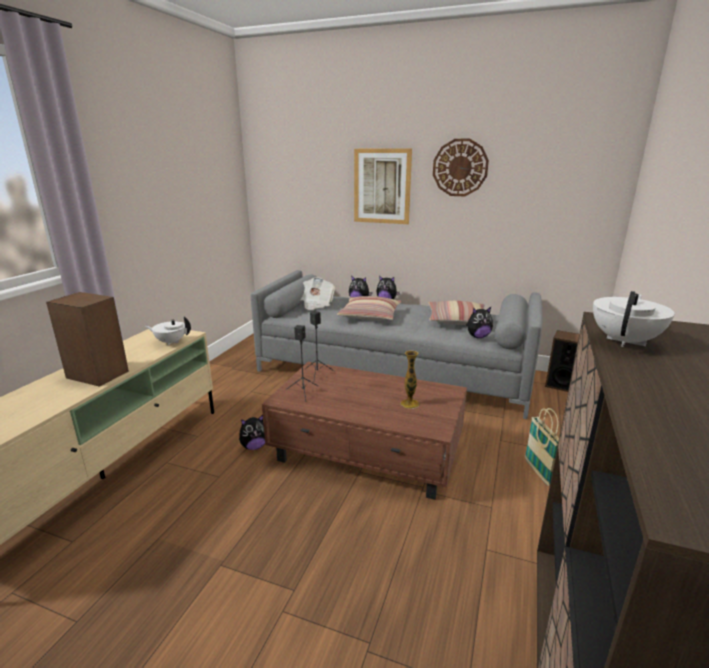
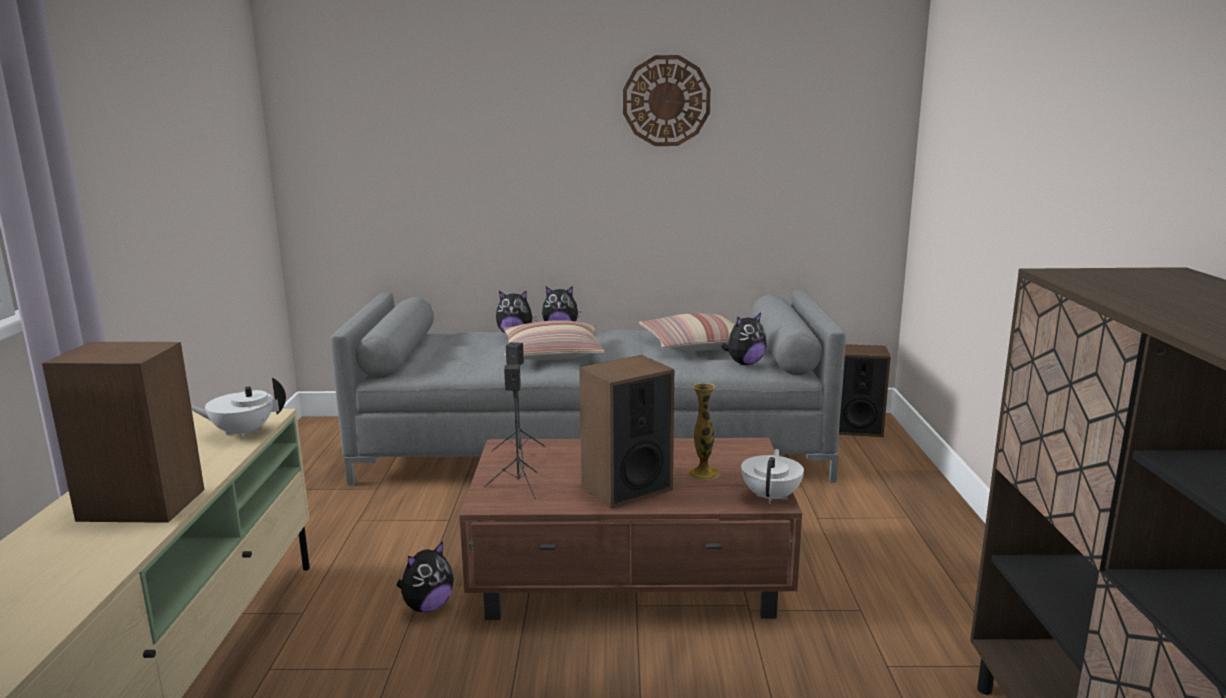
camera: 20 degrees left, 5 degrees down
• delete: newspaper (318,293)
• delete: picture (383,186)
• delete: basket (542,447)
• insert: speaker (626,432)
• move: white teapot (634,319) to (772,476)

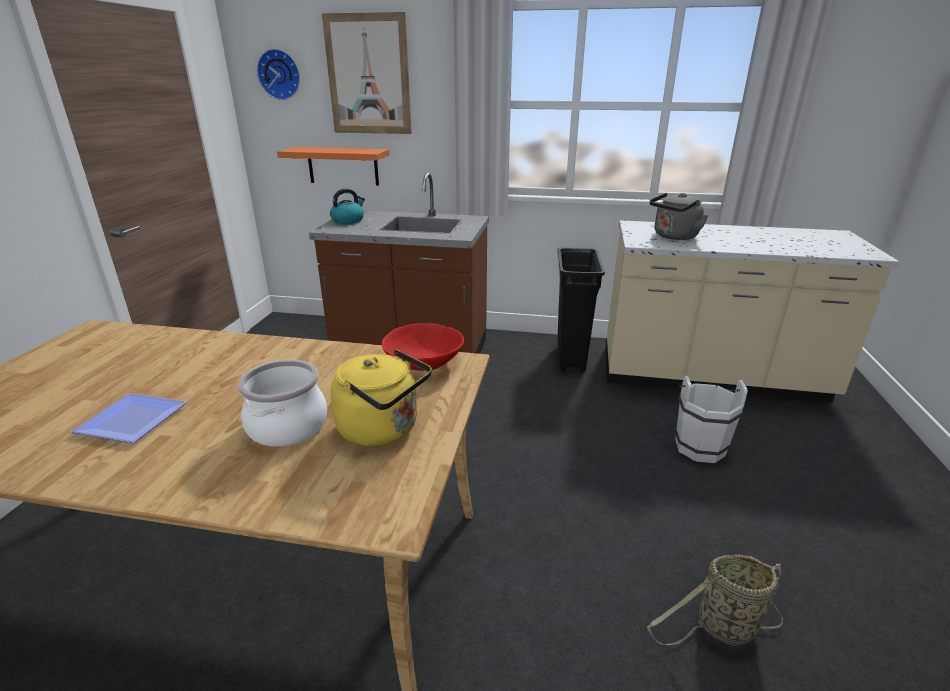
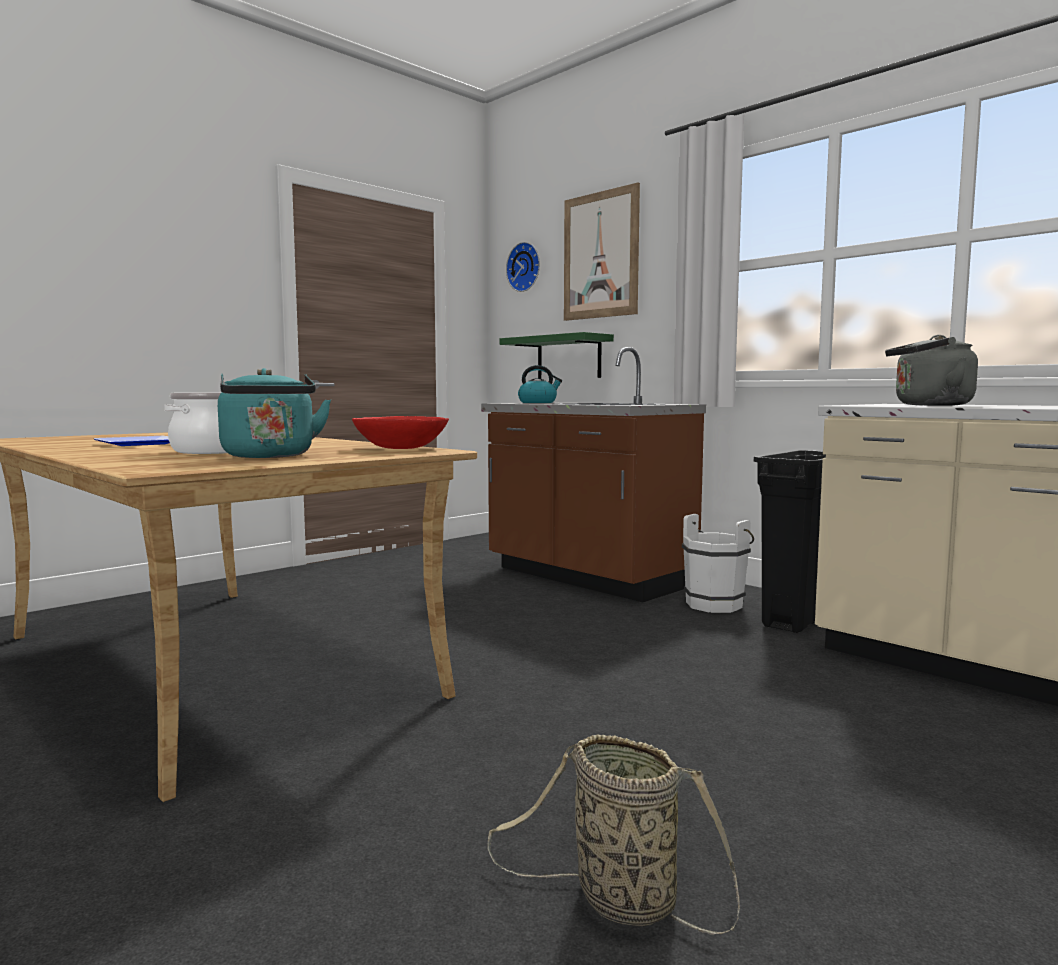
camera: 35 degrees right, 20 degrees down
• move: white bucket (711,419) to (718,563)
• recolor: orange shelf (333,166) to green shelf (557,355)
• recolor: yellow kettle (381,398) to turquoise kettle (274,413)

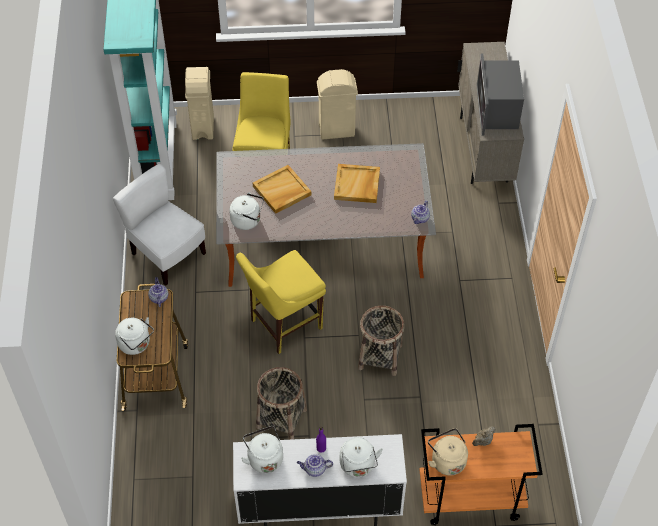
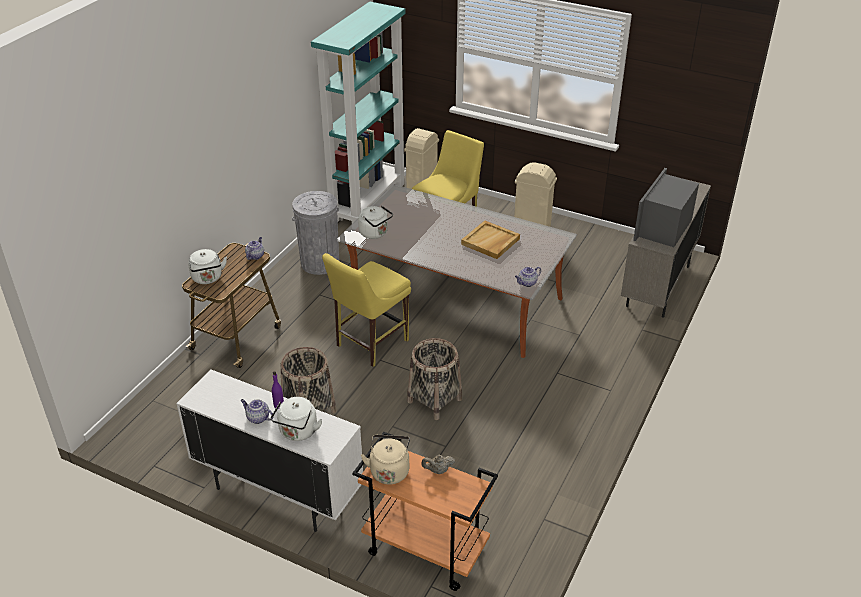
camera: 30 degrees right, 15 degrees down
• delete: white kettle (262,449)
• delete: beige tray (282,189)
• replace: white chair (159,225) to grey trash can (315,233)
• rotate: yellow chair (281,302) = (366,310) 45 degrees counterclockwise

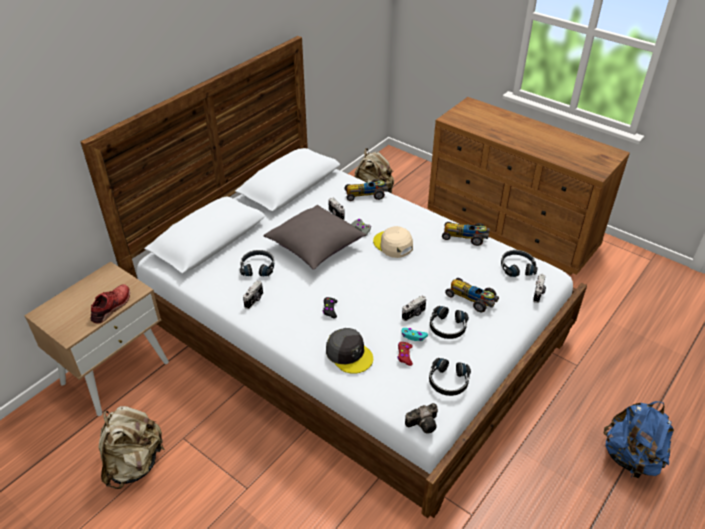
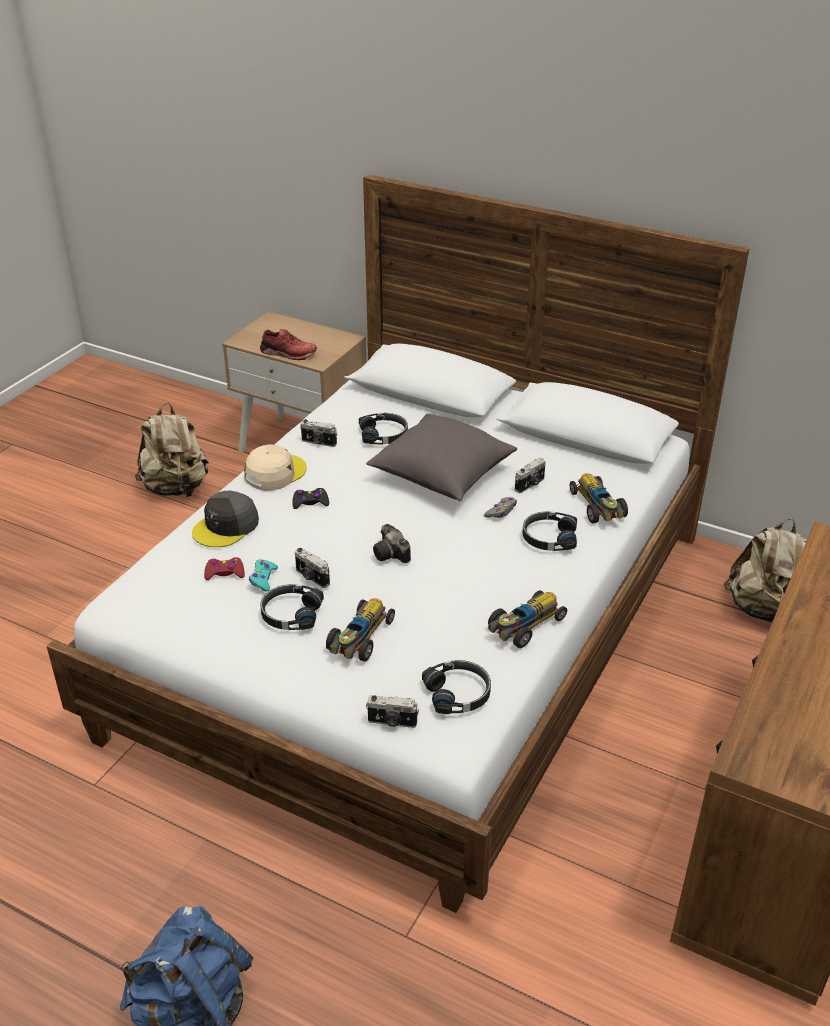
camera: 80 degrees right, 5 degrees down
• move: beige cap (393,242) to (275,467)
• move: photo camera (421,418) to (392,543)
• move: black headphones (450,377) to (549,531)
• rotate: toy car (466,234) = (527,619) 45 degrees clockwise

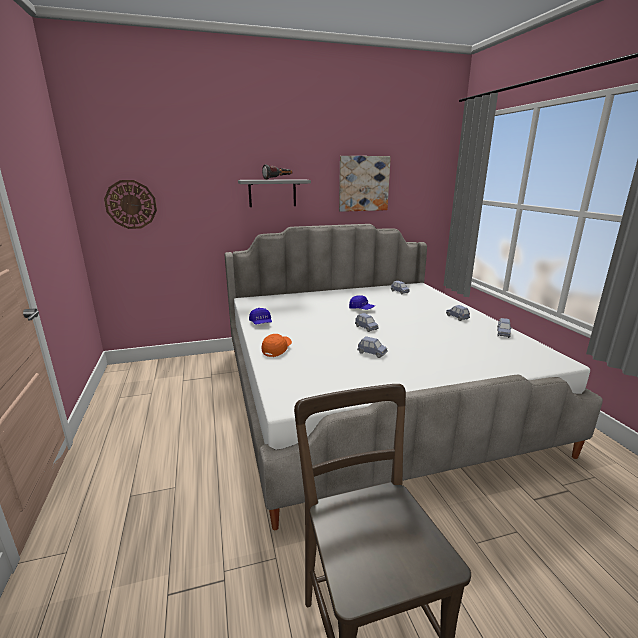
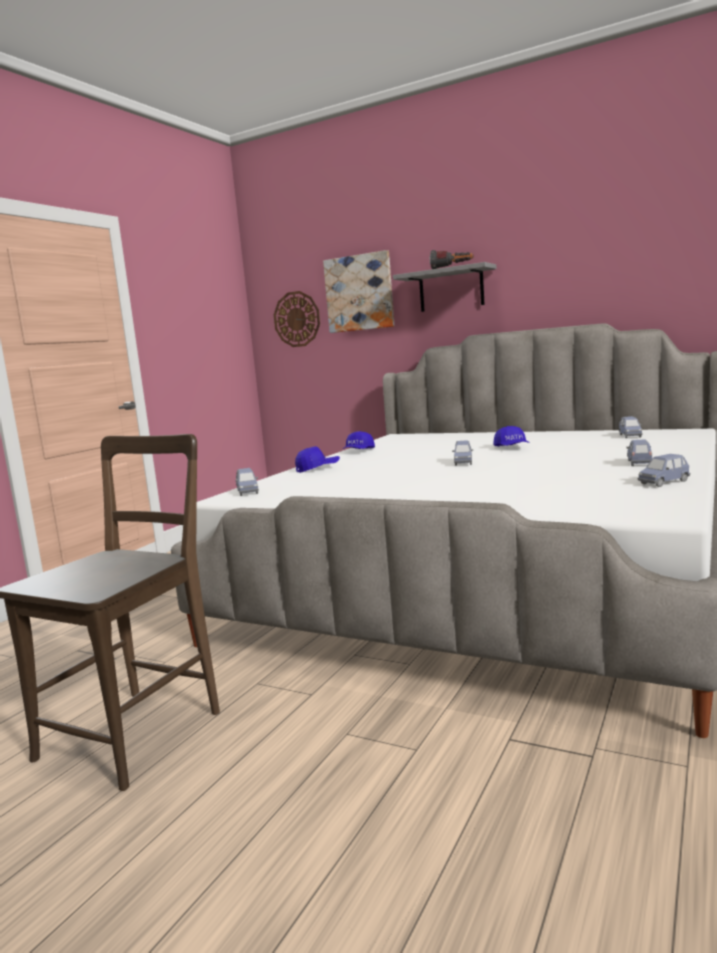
camera: 45 degrees right, 10 degrees down
• move: picture (365,184) to (359,291)
• move: blue toy car (372,347) to (247,482)
• recolor: orange cap (277,345) to blue cap (317,459)

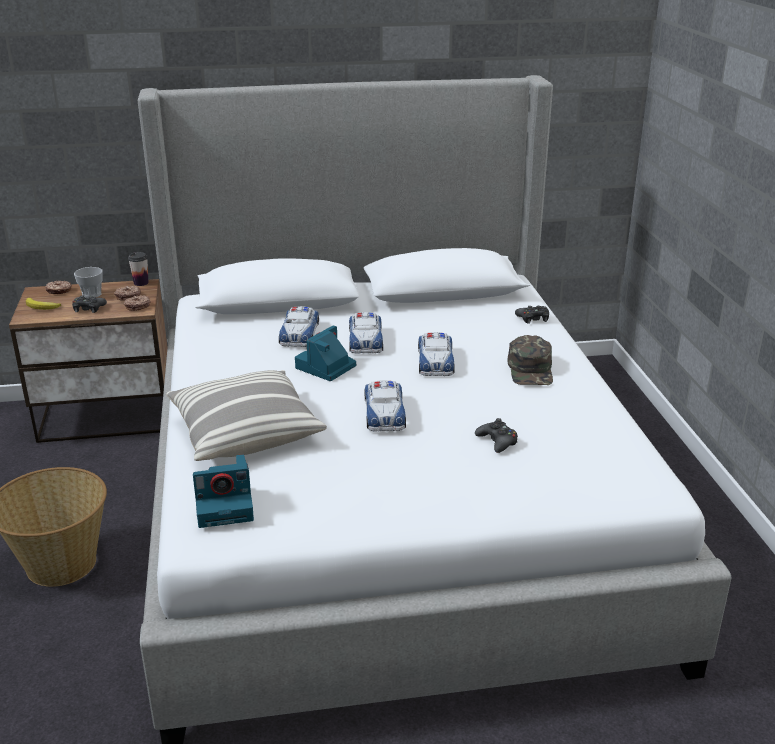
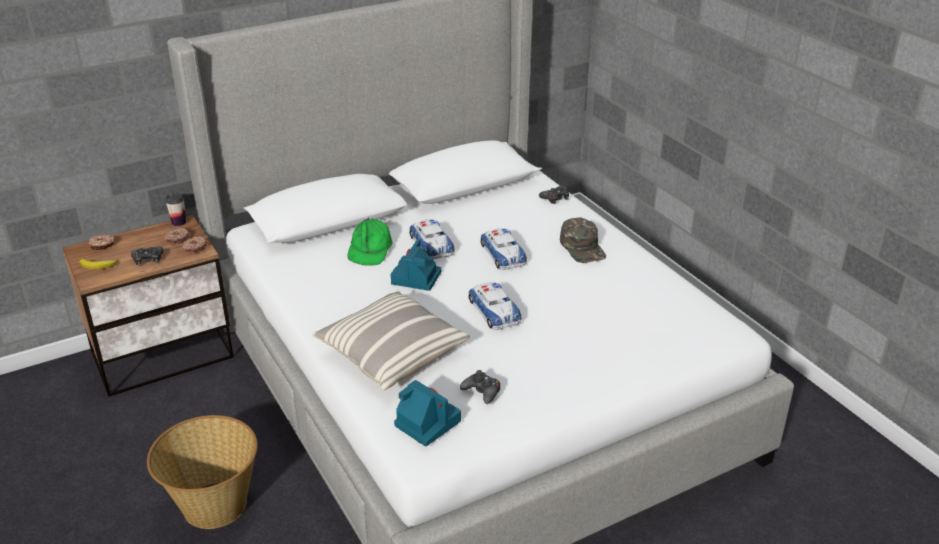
camera: 20 degrees left, 5 degrees up
• delete: cup (88,282)
• move: black game controller (496,435) to (480,387)
• replace: toy car (299,326) to green cap (370,242)
• rotate: photo camera (223,491) = (427,413) 105 degrees counterclockwise

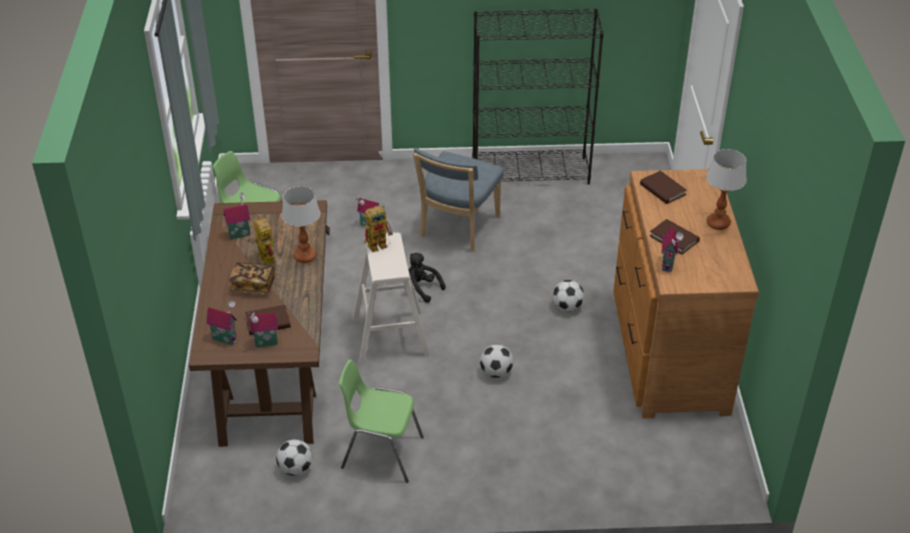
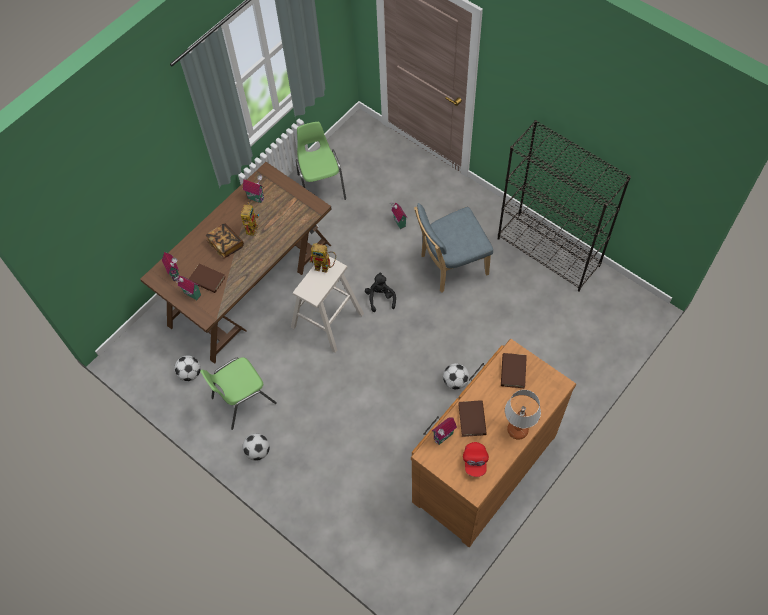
camera: 45 degrees right, 20 degrees up
• delete: table lamp (301,224)
• insert: red cap (476,459)
• move: football (496,361) to (256,447)
• rotate: green chair (381,421) = (238,393) 90 degrees counterclockwise

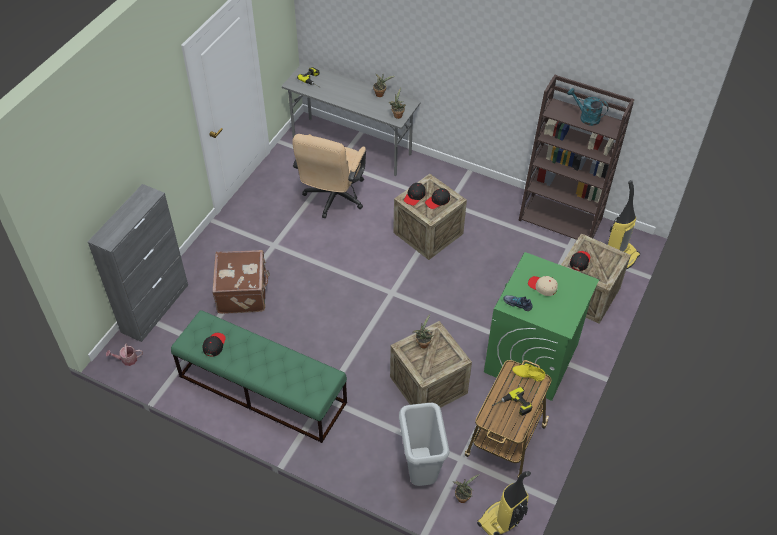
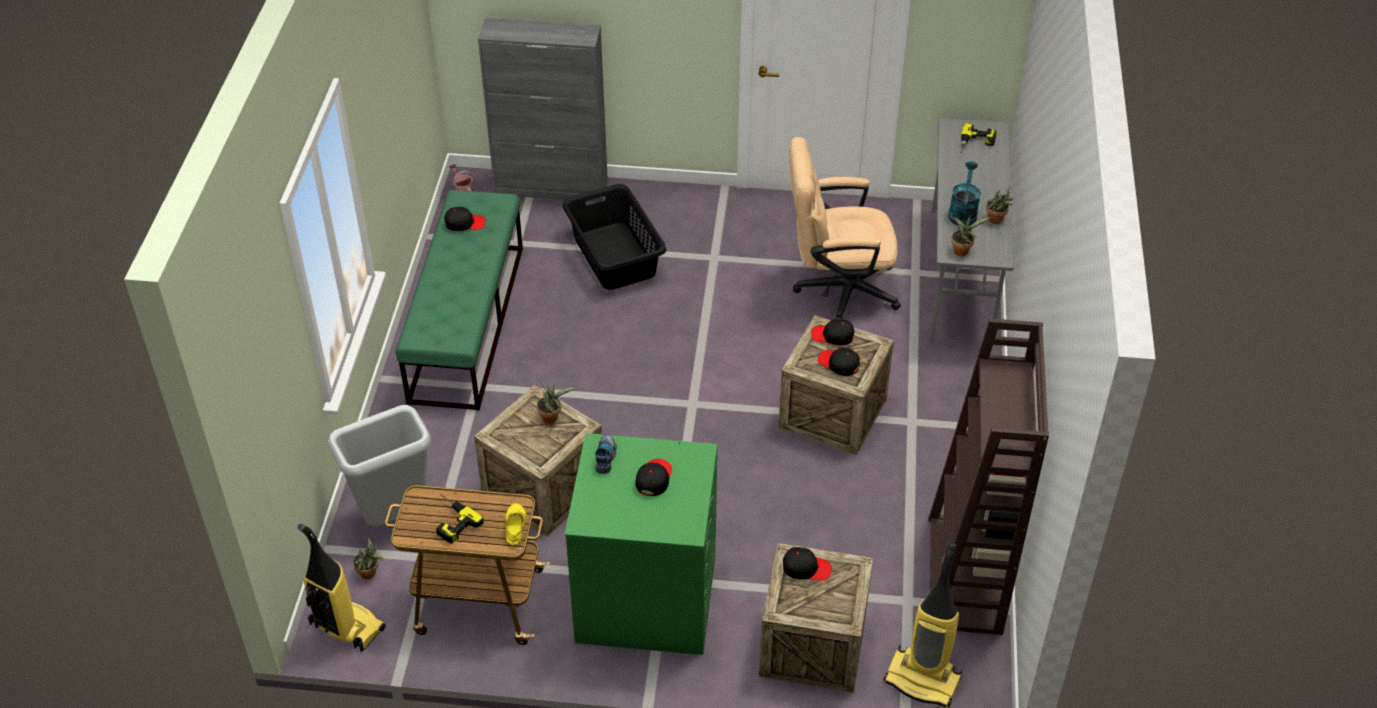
camera: 70 degrees right, 5 degrees down
• move: turquoise watering can (588,107) to (964,193)
• replace: brown suitcase (241,282) to black laundry basket (614,237)
• recolor: beige cap (543,286) to black cap (653,477)

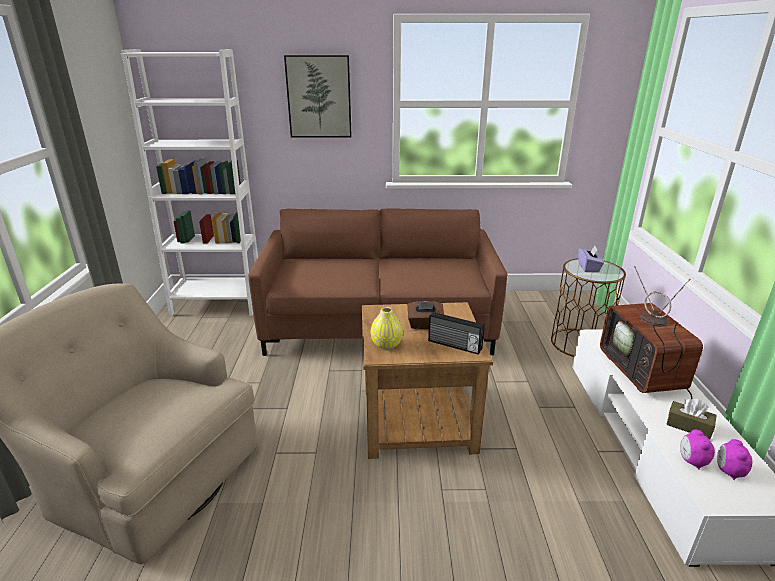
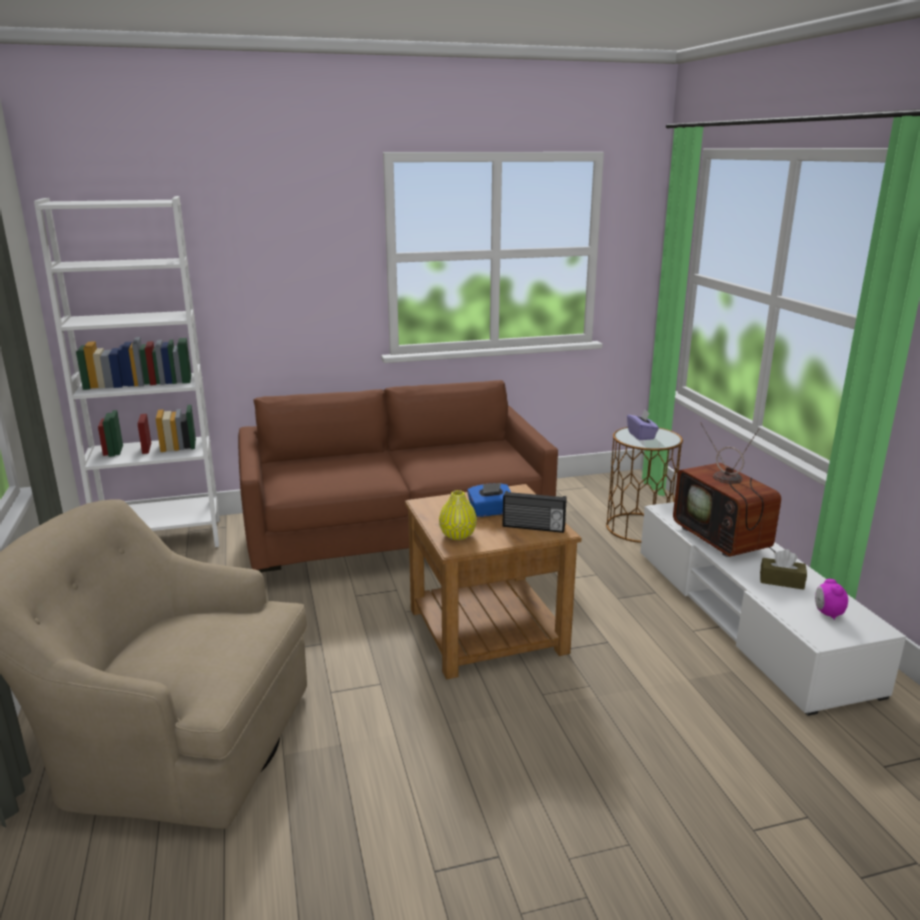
camera: 15 degrees left, 5 degrees down
• delete: picture (318,96)
• delete: alarm clock (697,449)
• recolor: brown tissue box (425,315) to blue tissue box (489,500)

